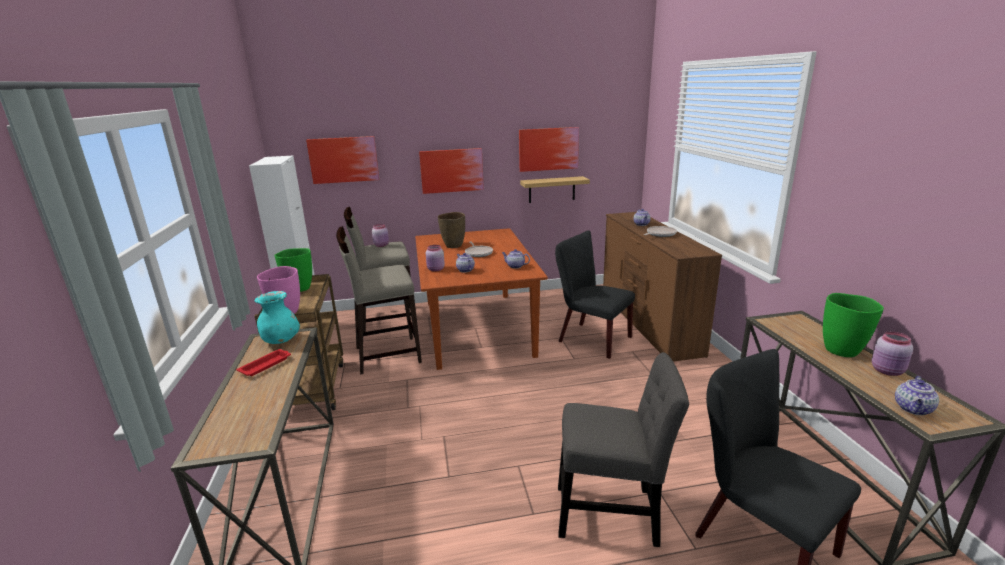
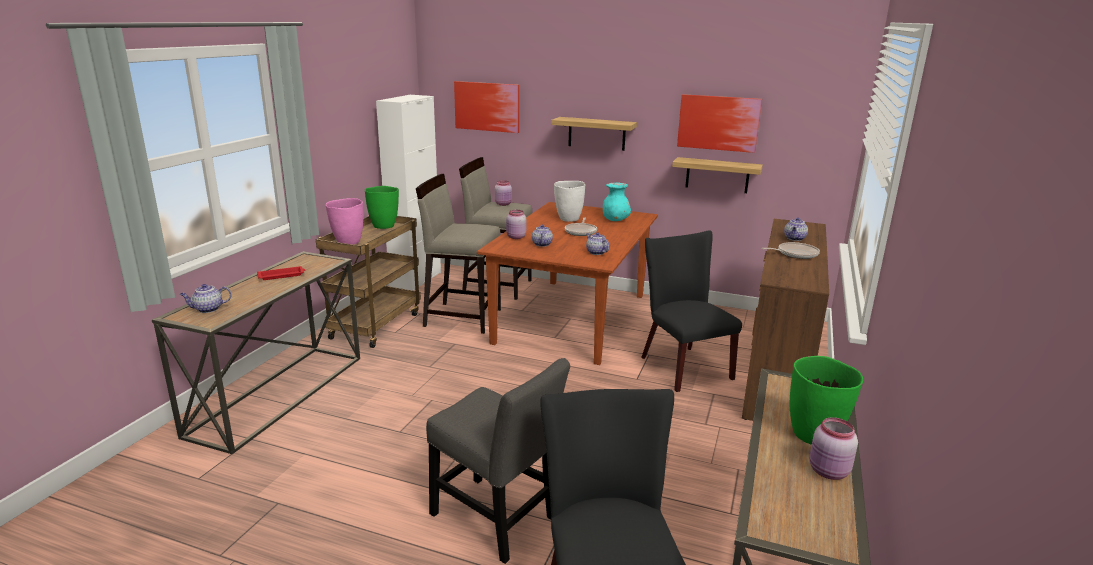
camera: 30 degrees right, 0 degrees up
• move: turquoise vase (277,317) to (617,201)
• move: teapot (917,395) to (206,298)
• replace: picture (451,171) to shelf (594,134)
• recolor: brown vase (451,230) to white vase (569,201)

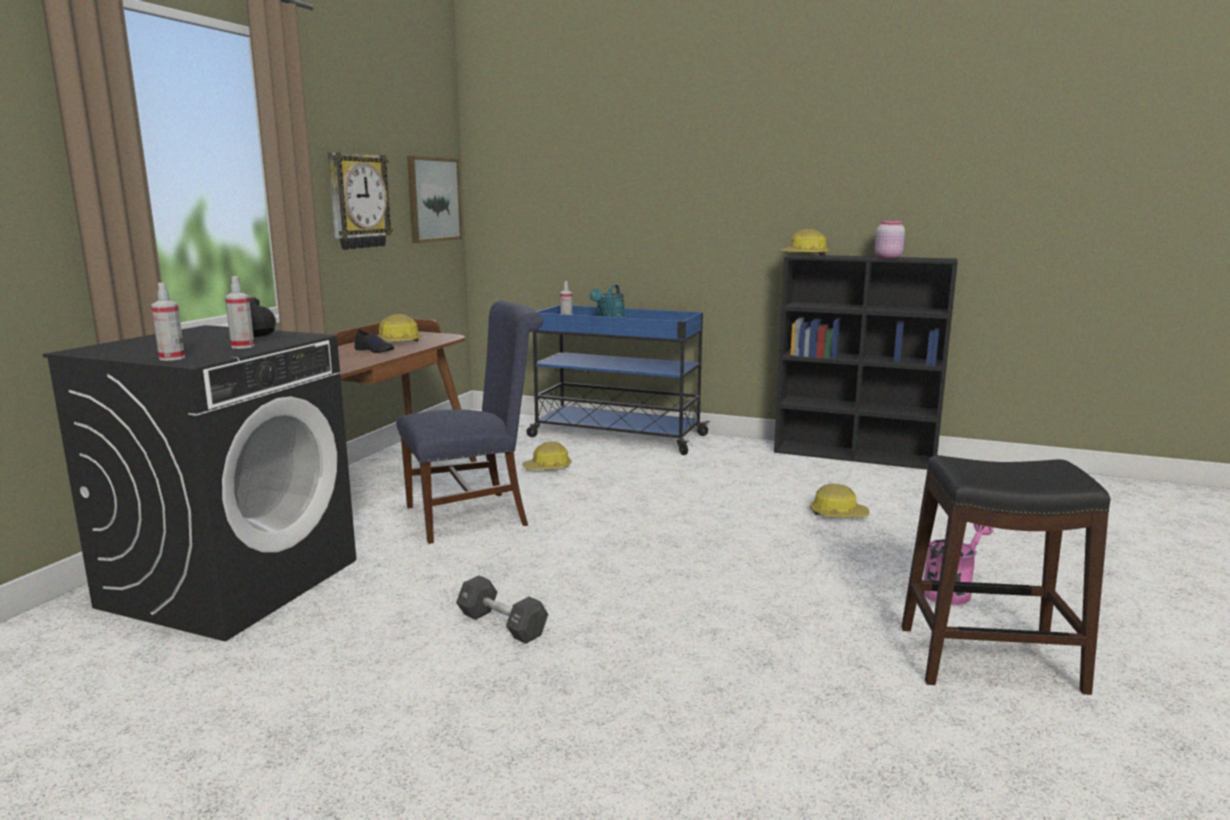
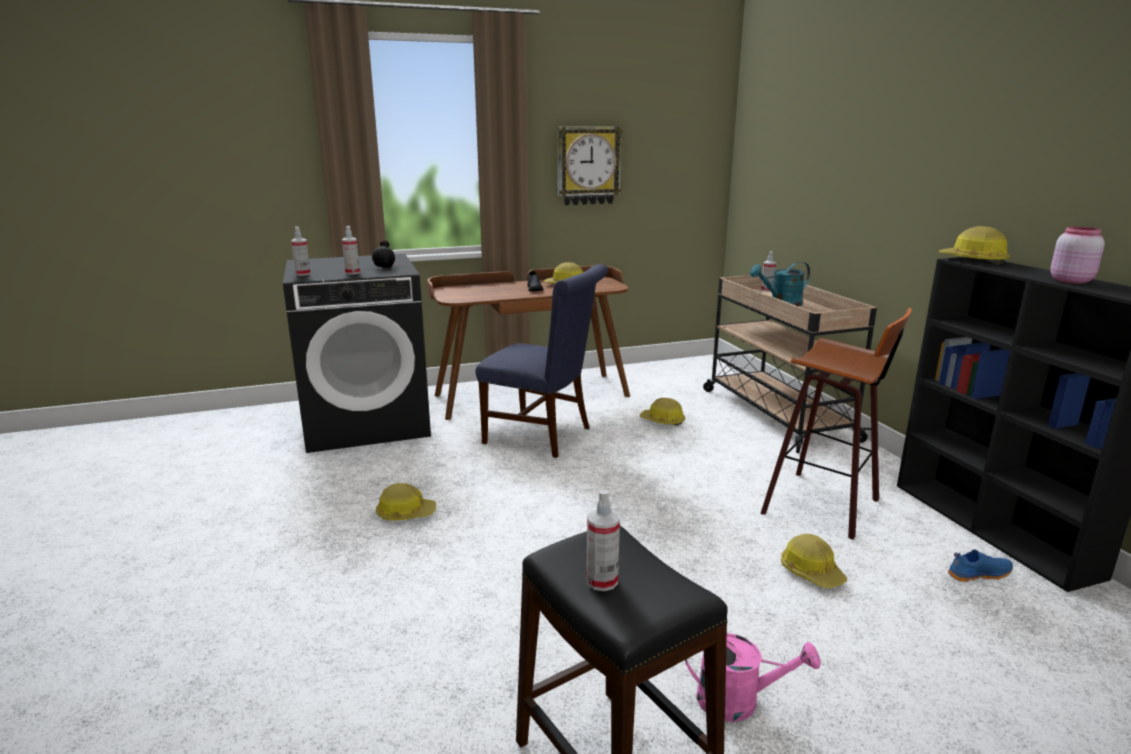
camera: 50 degrees right, 5 degrees up
• delete: picture (434,199)
• insert: spray bottle (603,540)
• insert: stool (836,423)
• insert: blue shoe (980,565)
• replace: black dumbbell (502,609) to hard hat (406,501)
• recolor: blue cart (618,380) to beige cart (790,364)

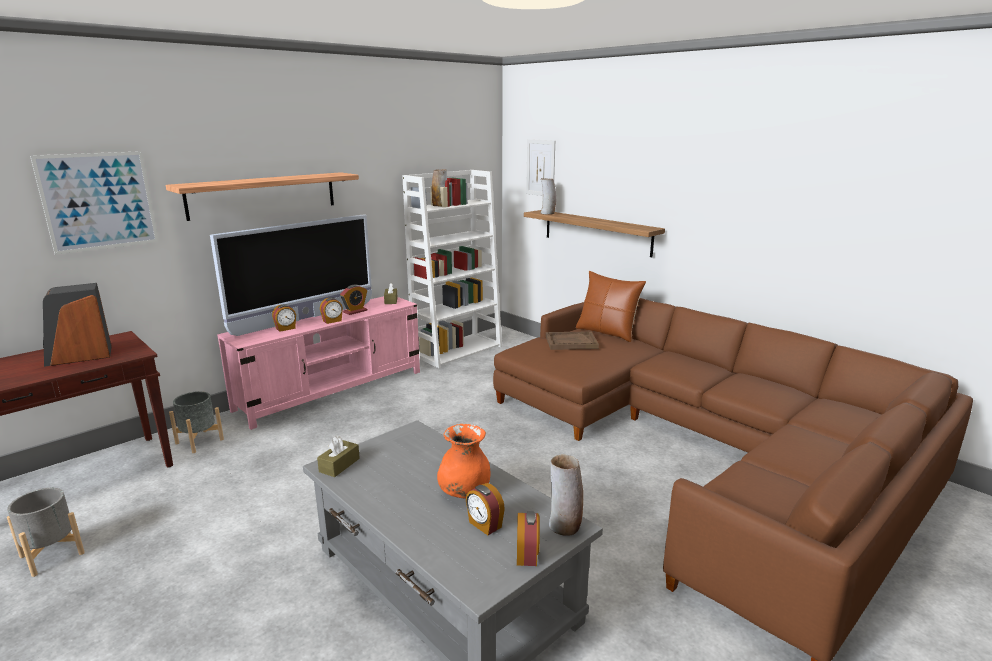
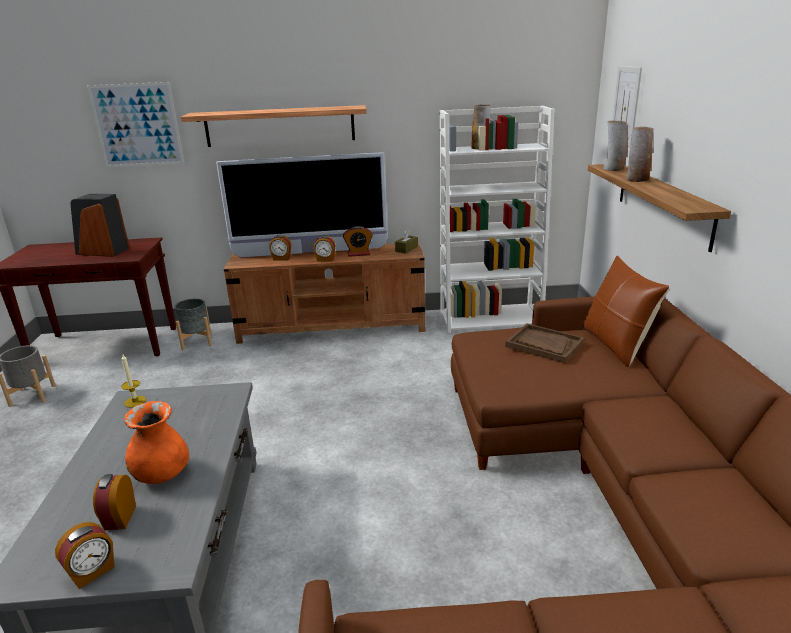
camera: 40 degrees right, 5 degrees up
• move: vase (566,495) to (640,154)
• replace: brown tissue box (338,456) to candle (133,380)
• recolor: pink tv stand (318,363) to brown tv stand (324,293)

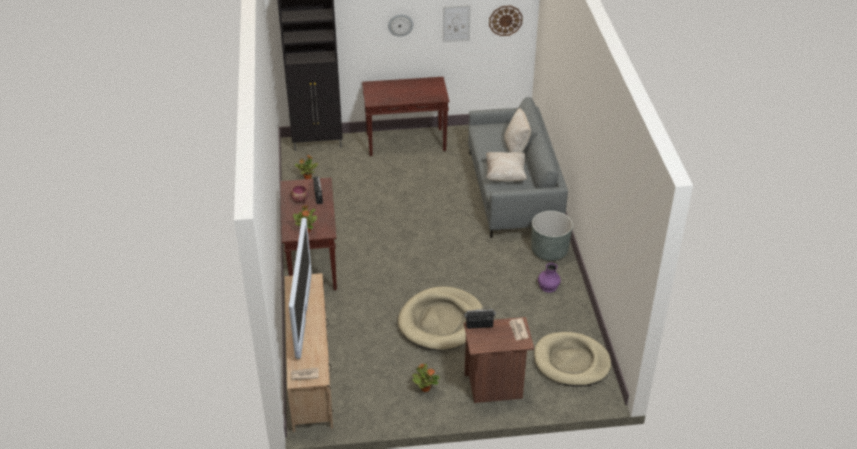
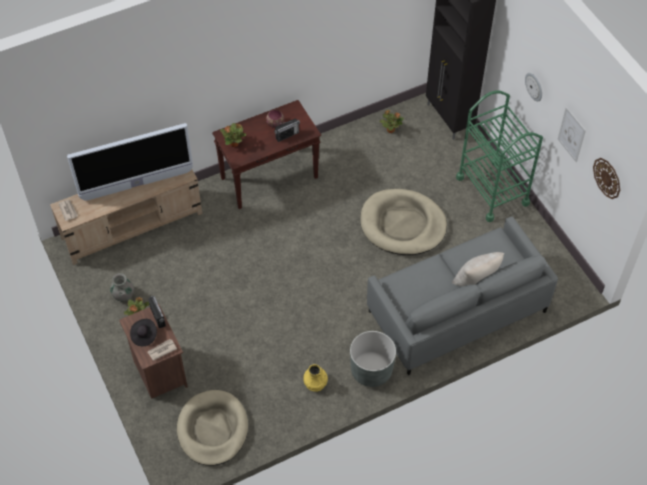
camera: 70 degrees right, 15 degrees up
• delete: beige pillow (506,167)
• insert: grey vase (122,287)
• insert: black hat (143,332)
• move: beige dog bed (440,318) to (404,222)
• replace: brown console table (405,116) to green cart (499,156)
• recolor: purple vase (549,278) to yellow vase (315,378)

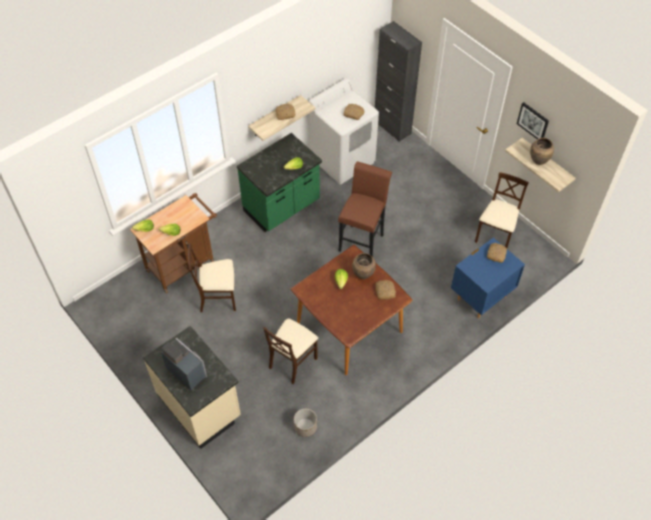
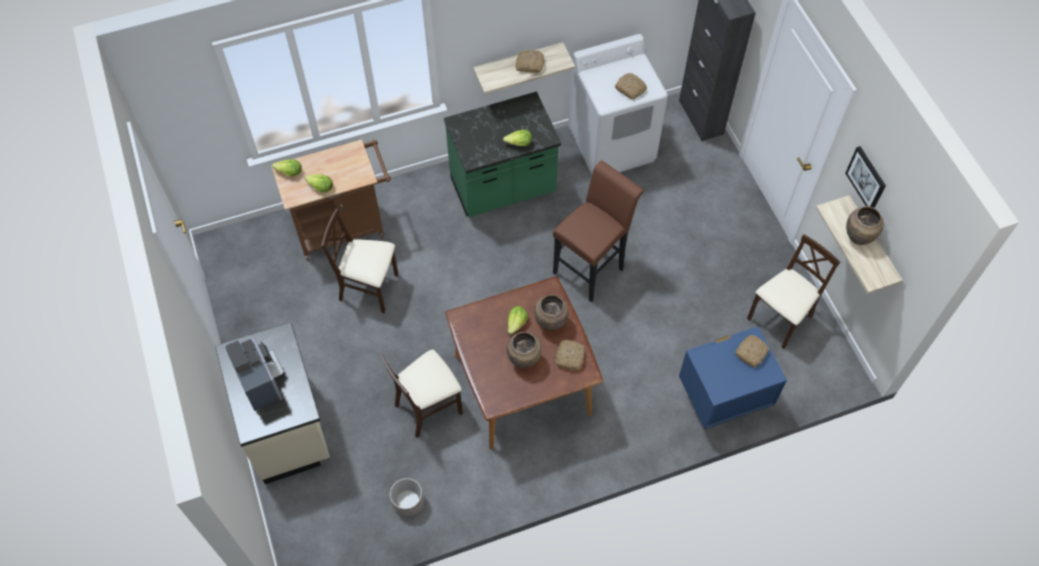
camera: 20 degrees right, 5 degrees up
• insert: brown vase (524,350)

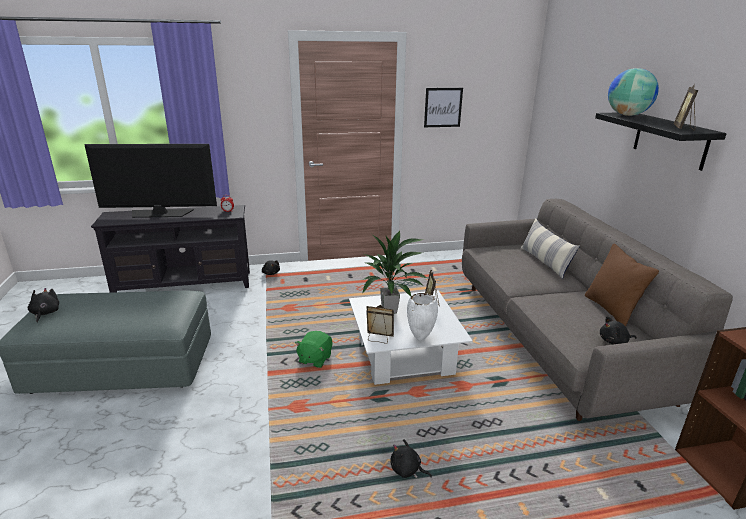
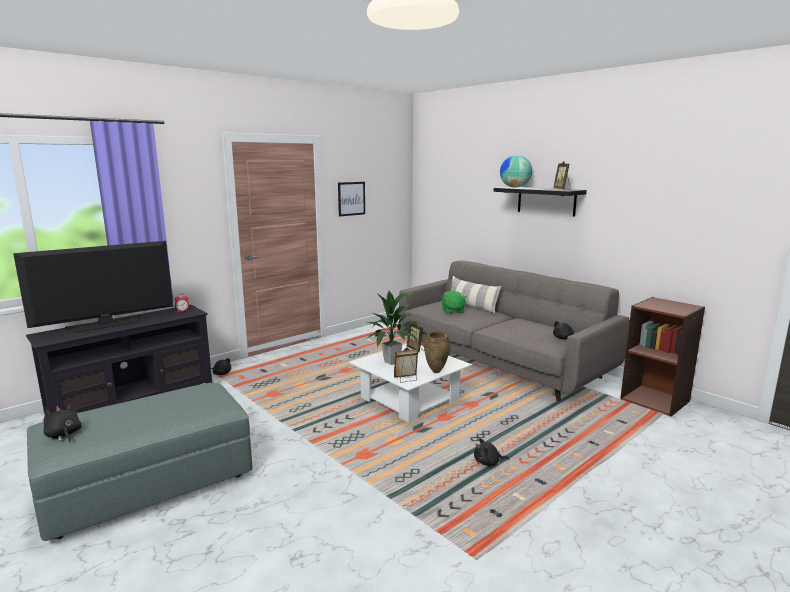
camera: 30 degrees left, 10 degrees down
• delete: brown pillow (622,285)
• move: green plush toy (314,349) to (454,302)
• recolor: white vase (422,317) to brown vase (437,352)

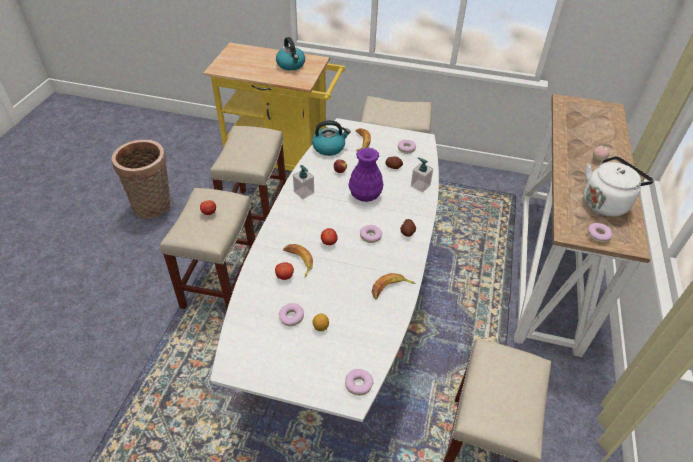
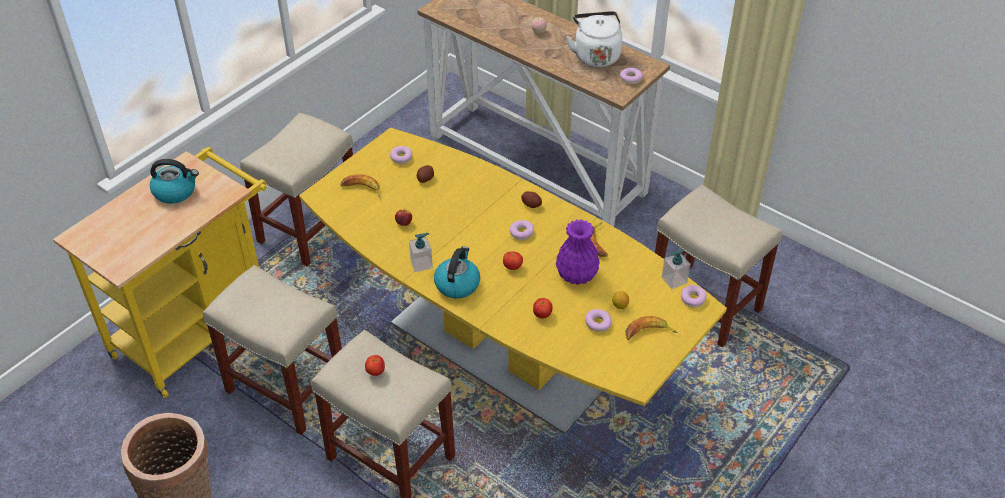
camera: 65 degrees left, 0 degrees up
• move: banana (298,260) to (651,328)
• move: kettle (331,138) to (457,272)
• move: purple vase (366,174) to (578,252)
• move: soap dispenser (422,175) to (676,269)
• recolor: white dining table (324,270) to yellow dining table (513,281)

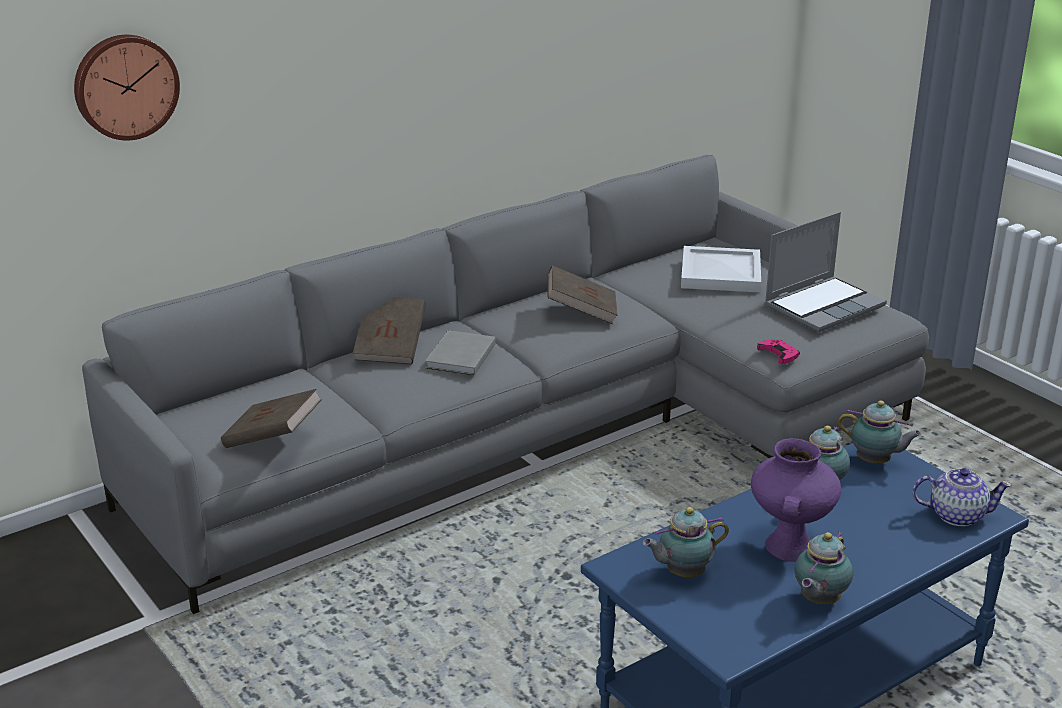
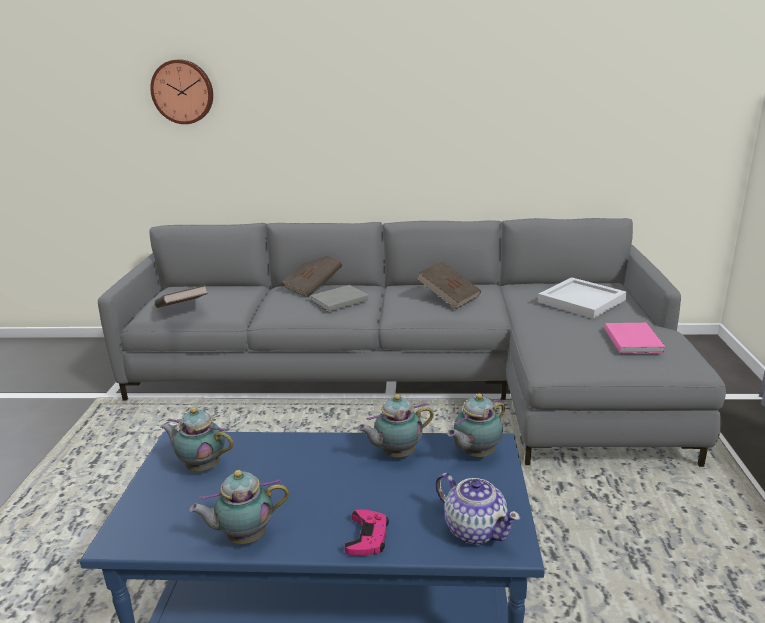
camera: 40 degrees right, 5 degrees down
• delete: purple vase (796,500)
• move: pink game controller (778,351) to (367,533)
• replace: laptop (825,272) to pink book (635,338)
• rotate: teapot (880,431) = (476,425) 75 degrees clockwise

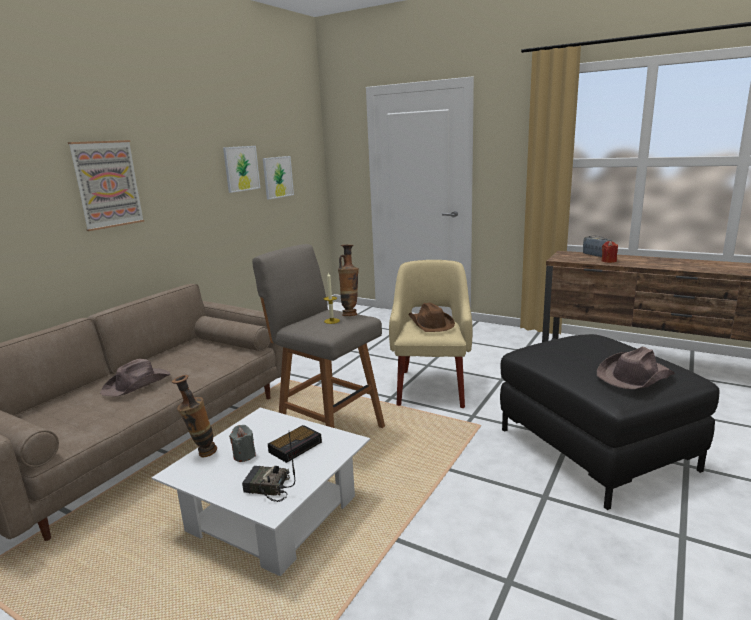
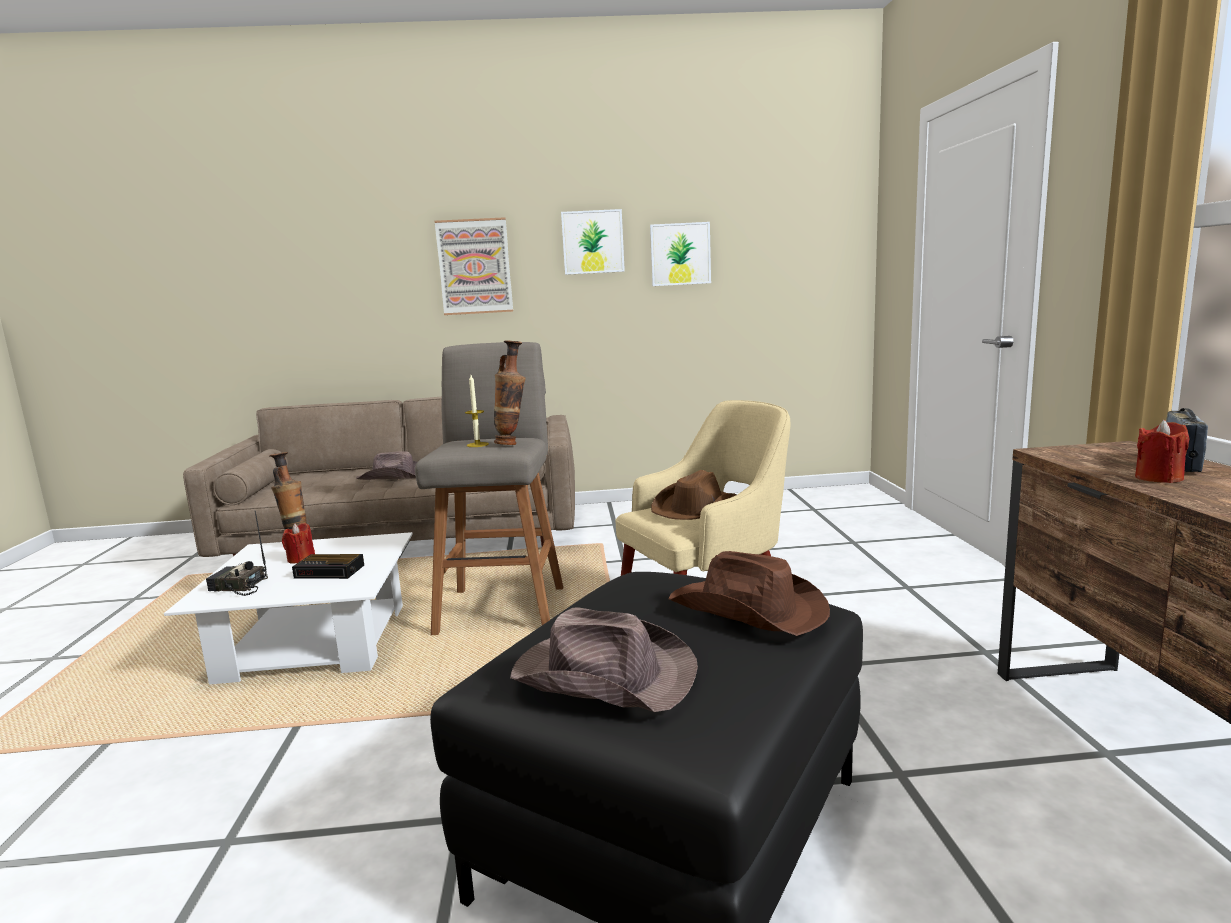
camera: 55 degrees right, 5 degrees down
• insert: brown hat (749,593)
• move: picture (278,178) to (593,242)
• recolor: grey candle (242,443) to red candle (298,543)
• rotate: radio (268,467) = (237,553) 60 degrees counterclockwise

